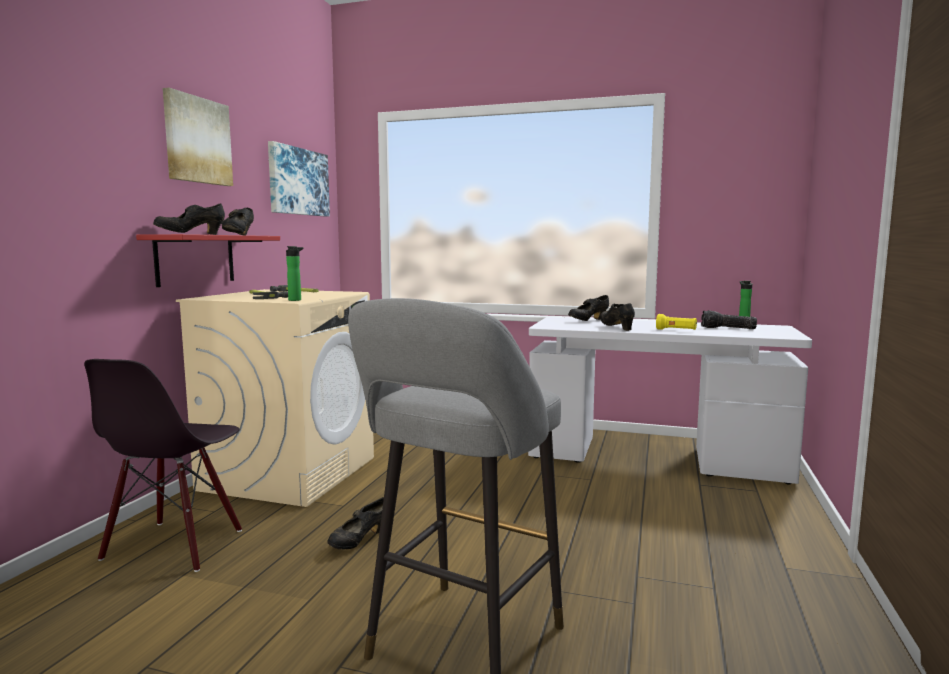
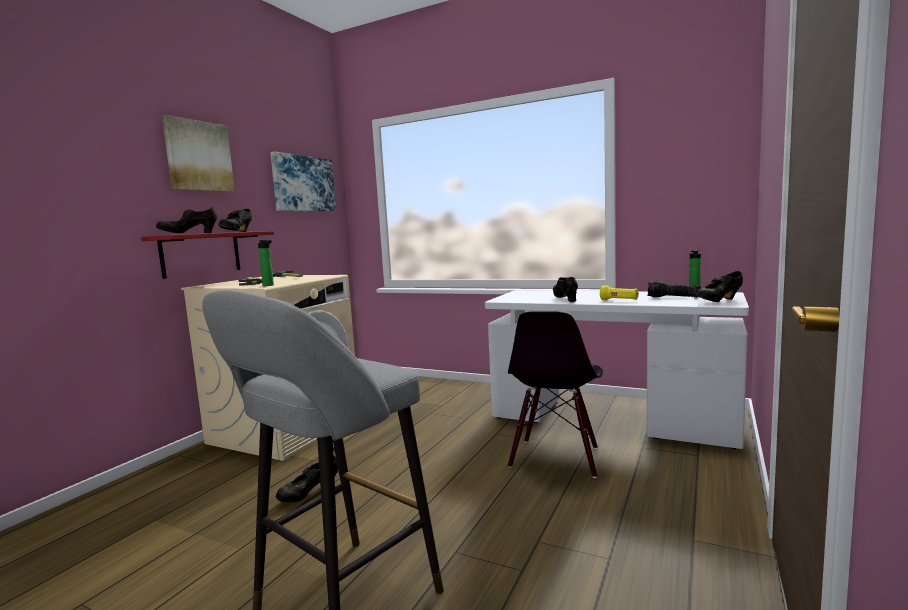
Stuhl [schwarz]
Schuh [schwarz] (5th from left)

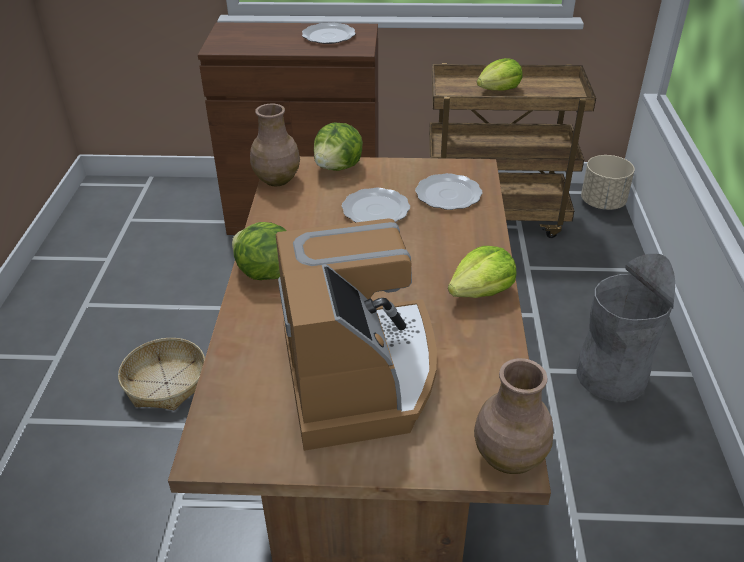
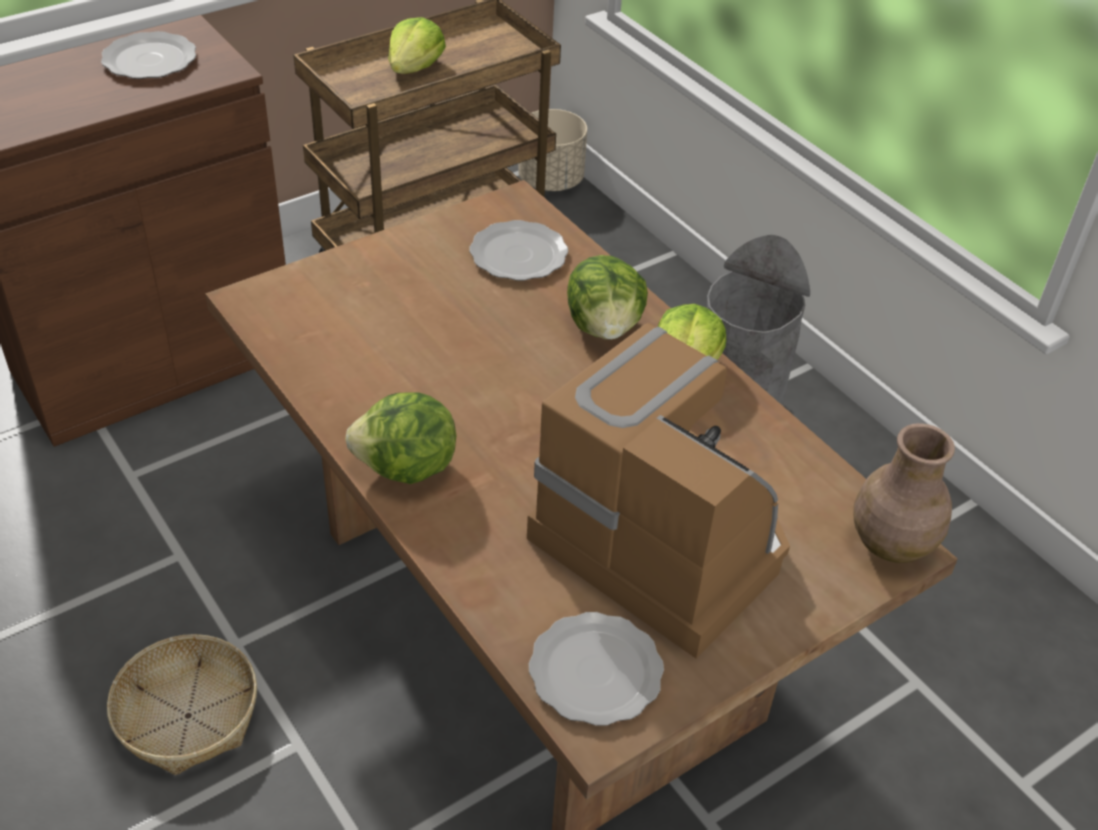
Teller (3rd from left)
Salatkopf (3rd from left)
Vase [braun] (1st from left in the first image)

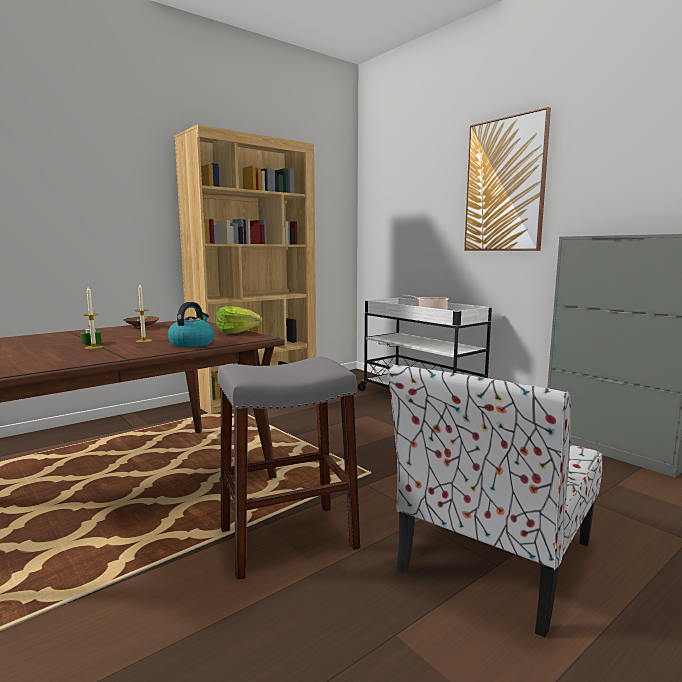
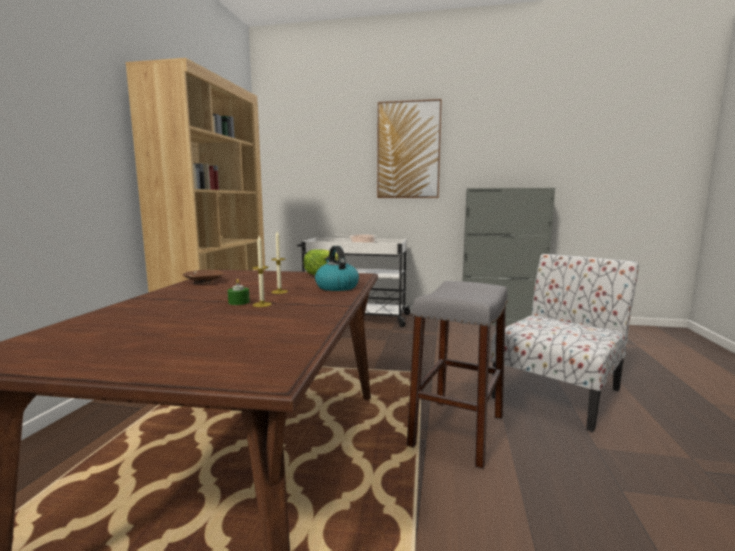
Stuhl

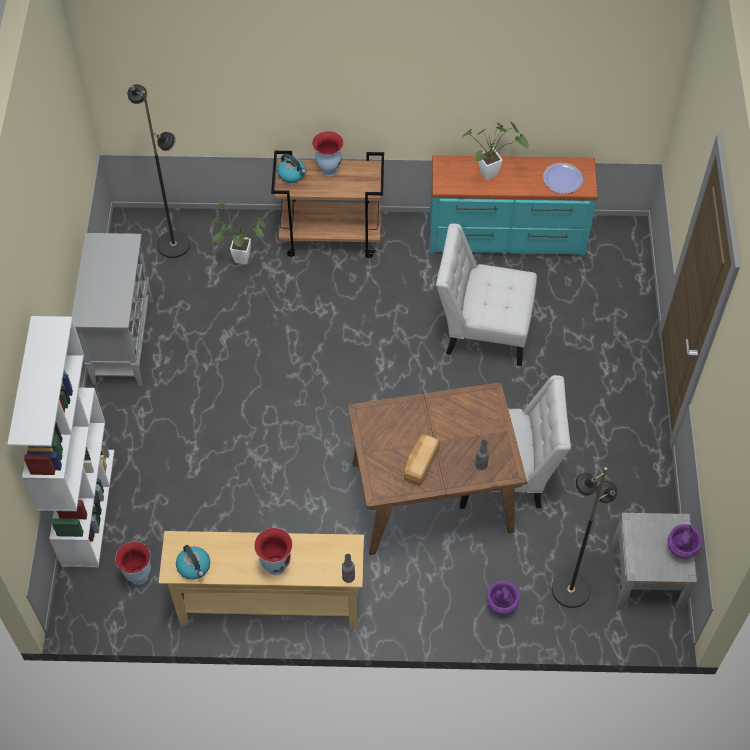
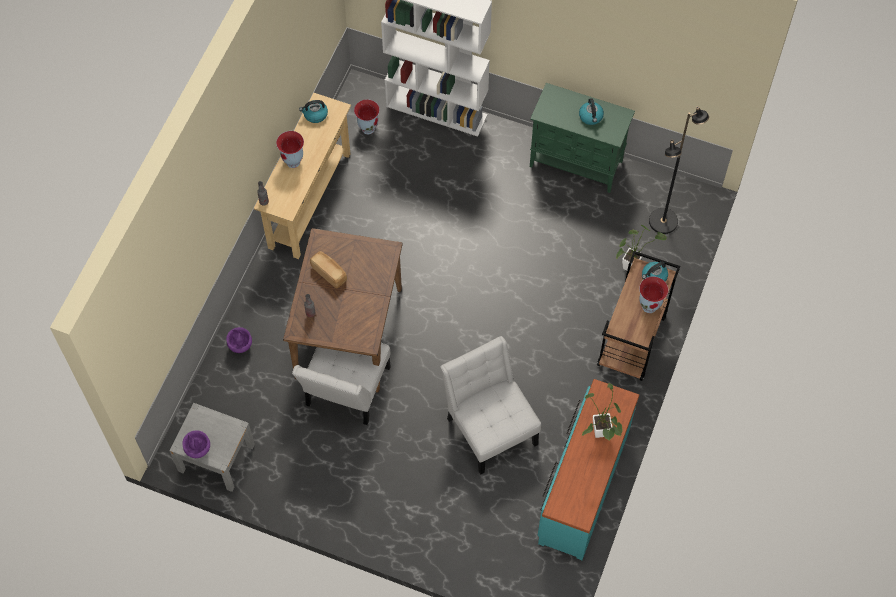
Stuhl [weiß] (2nd from left)
Schrank [grün]
Wasserkessel (2nd from left)
Teller
Stehlampe [schwarz] (2nd from left in the first image)

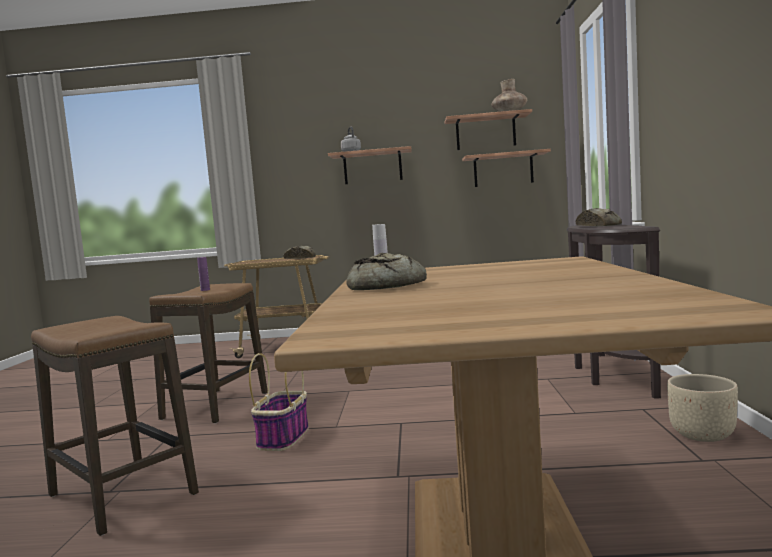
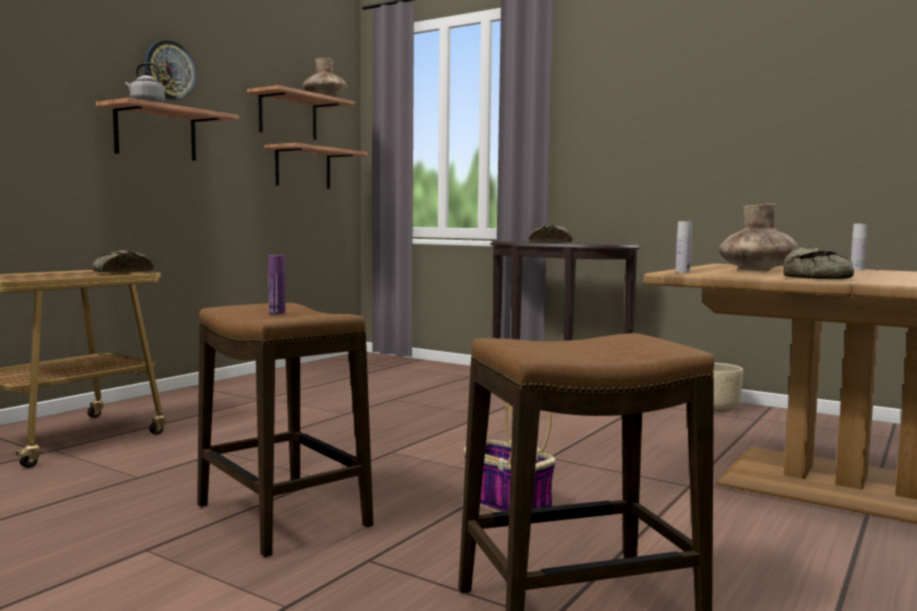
Wanduhr
Vase [braun] (2nd from left)
Flasche [weiß] (2nd from left)

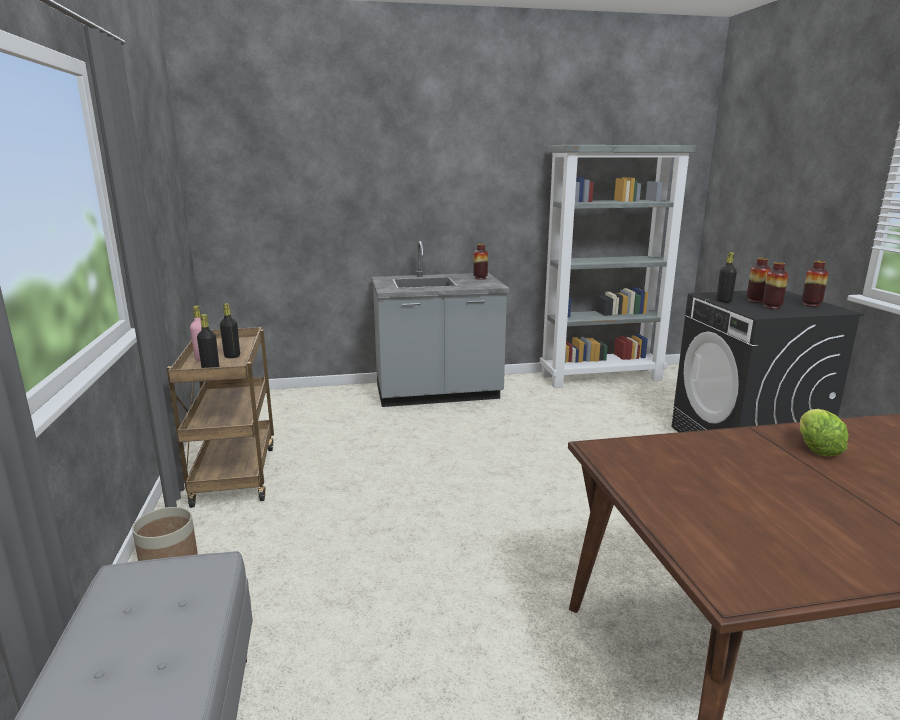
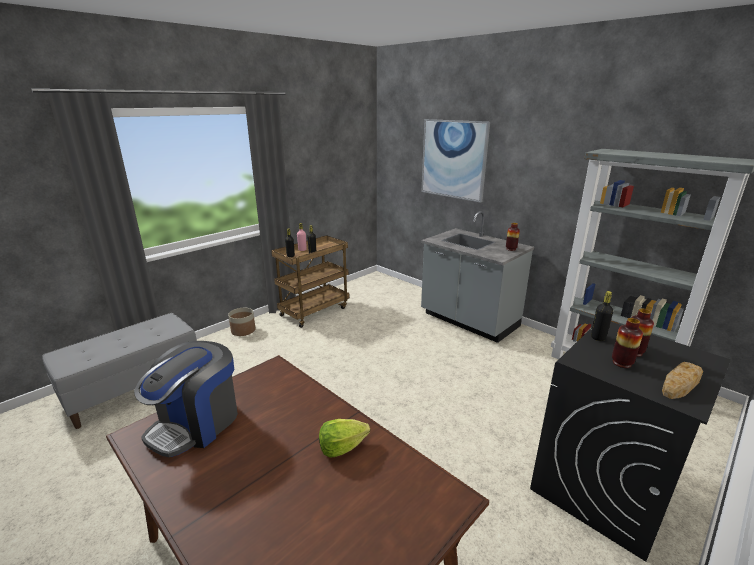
Kaffeemaschine
Bild
Brot

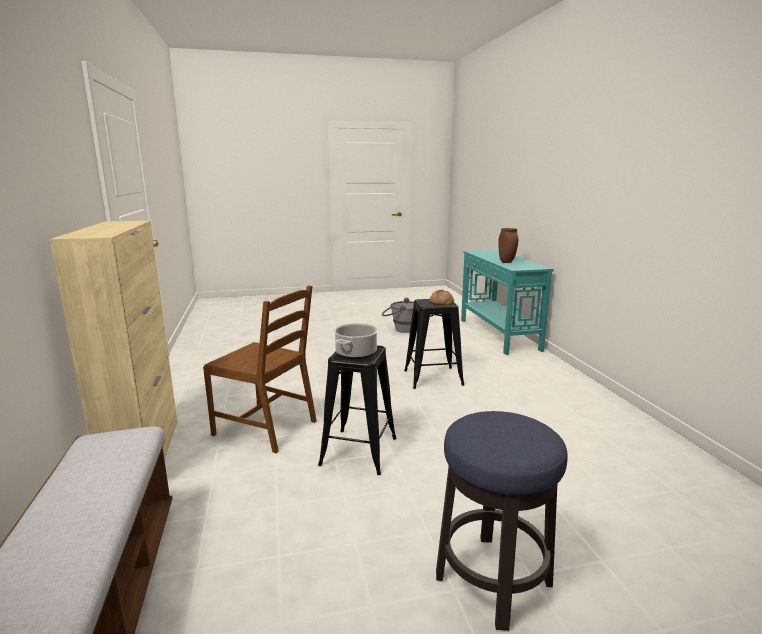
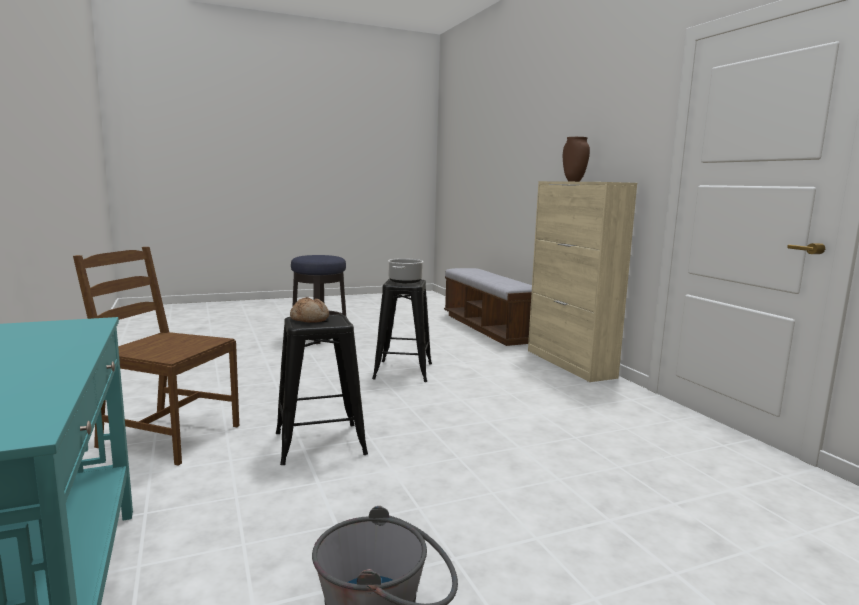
Stuhl [braun]
Vase [braun]

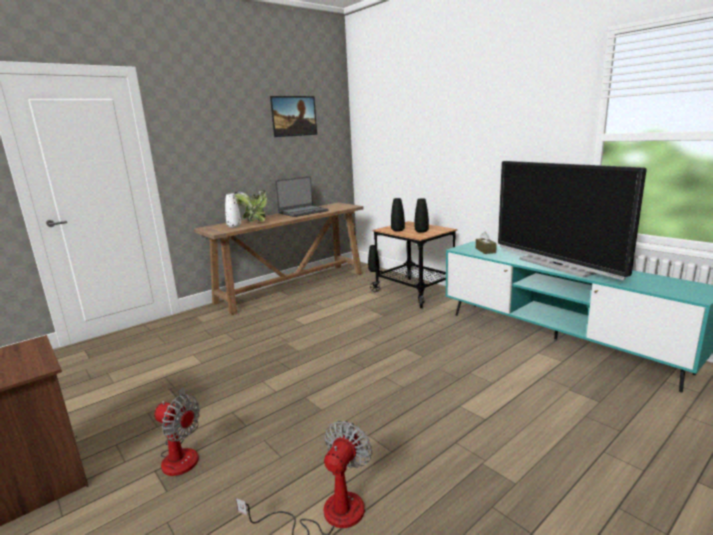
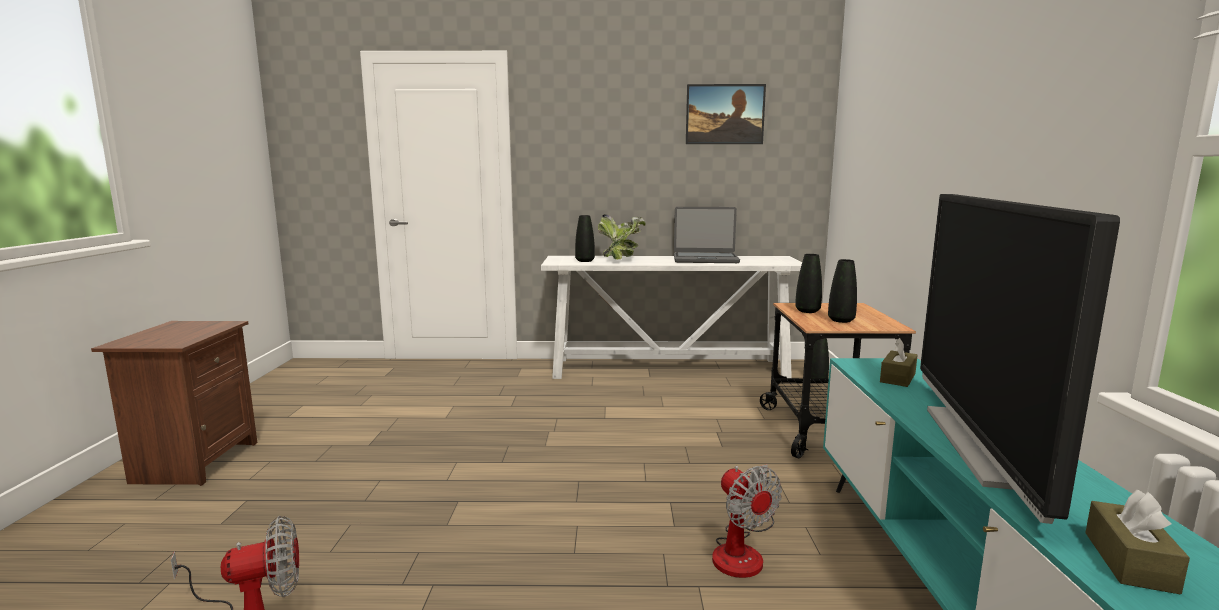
Konsolentisch [weiß]
Vase [schwarz] (1st from left)
Ventilator (2nd from left)
Taschentuchbox [braun] (2nd from left)

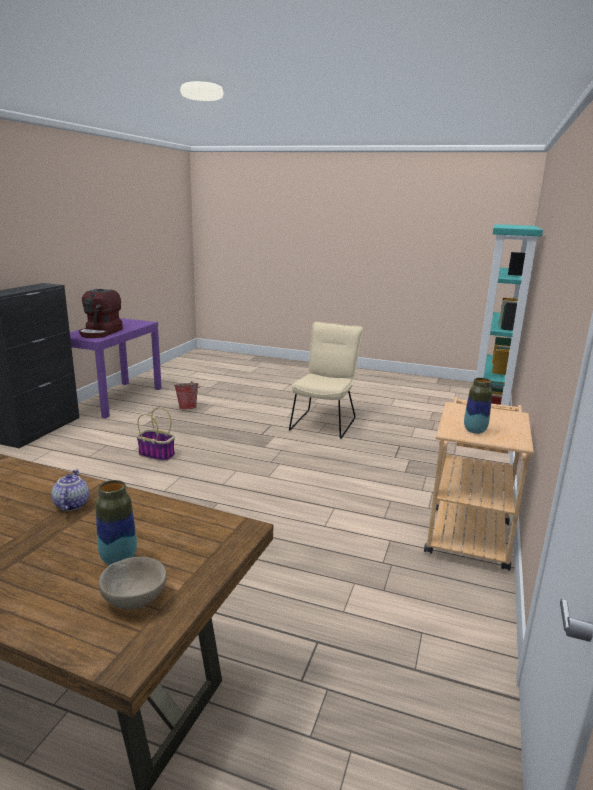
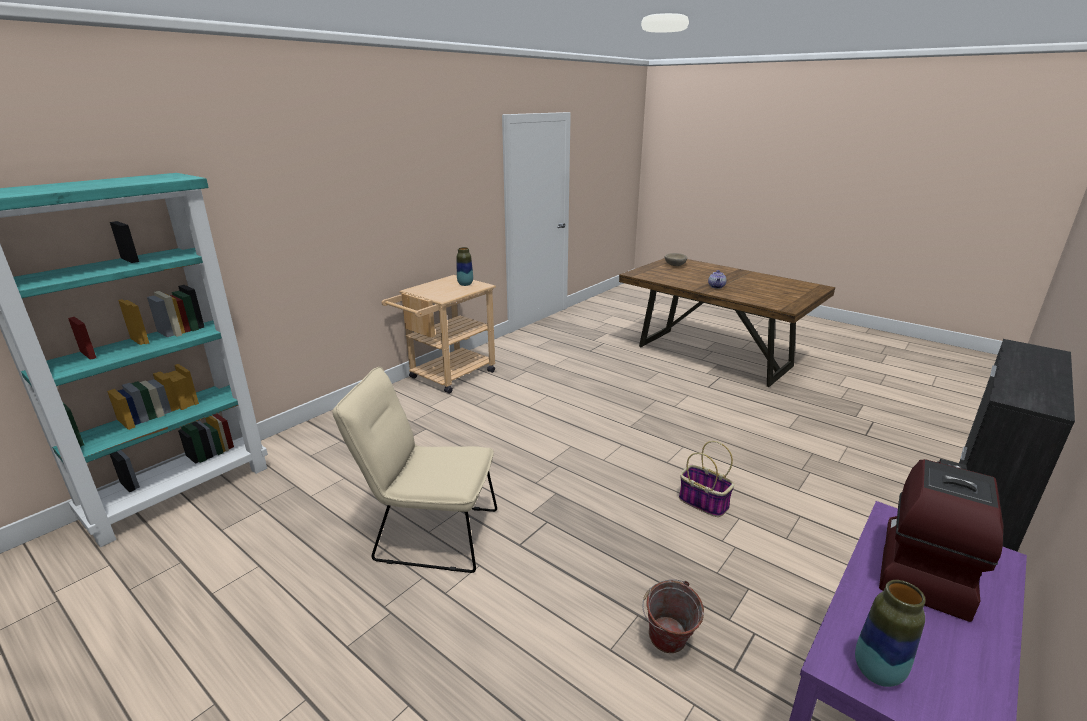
Stuhl [beige]
Vase (2nd from left)

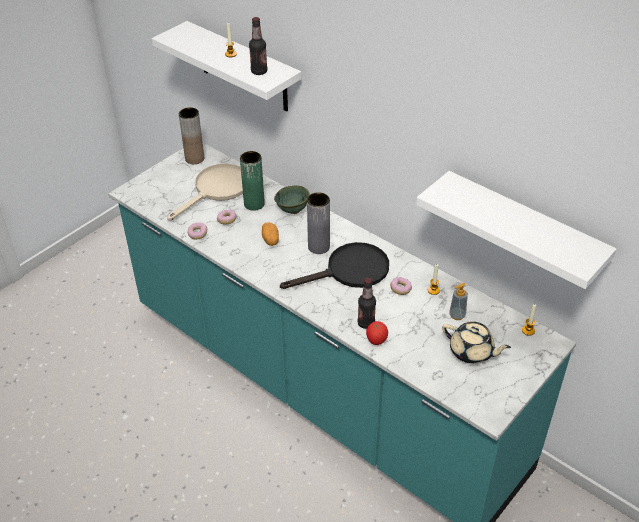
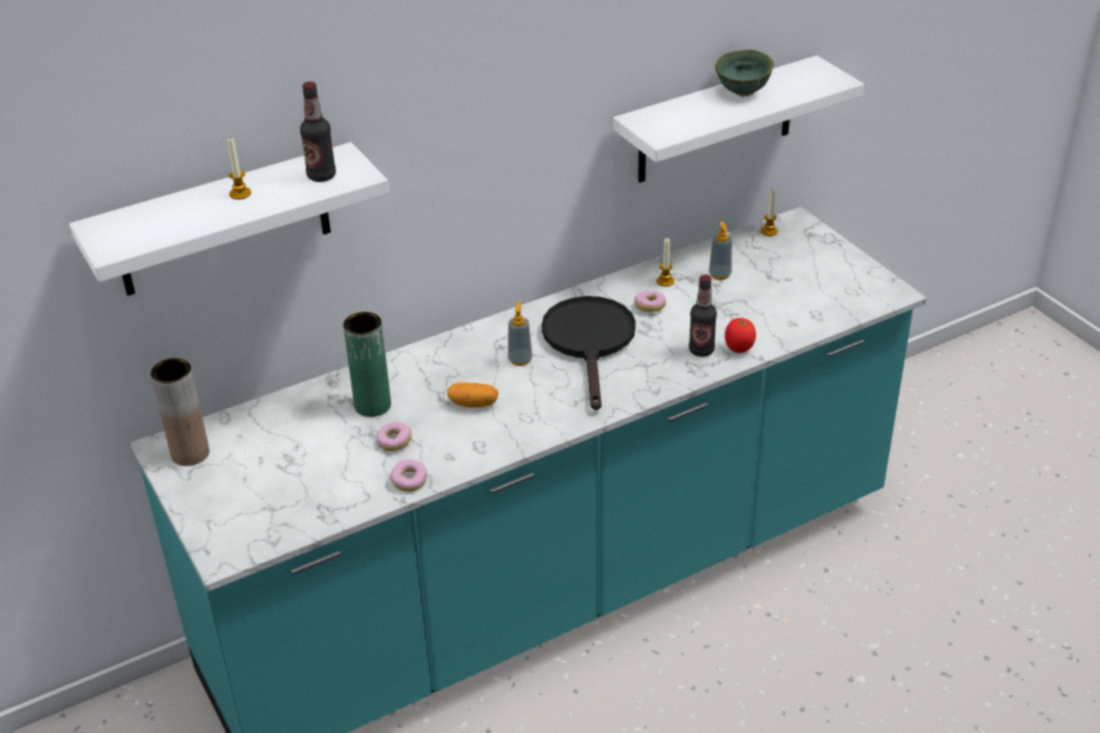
Seifenspender (1st from left)
Schüssel [grün]
Pfanne [beige]
Teekanne [beige]

